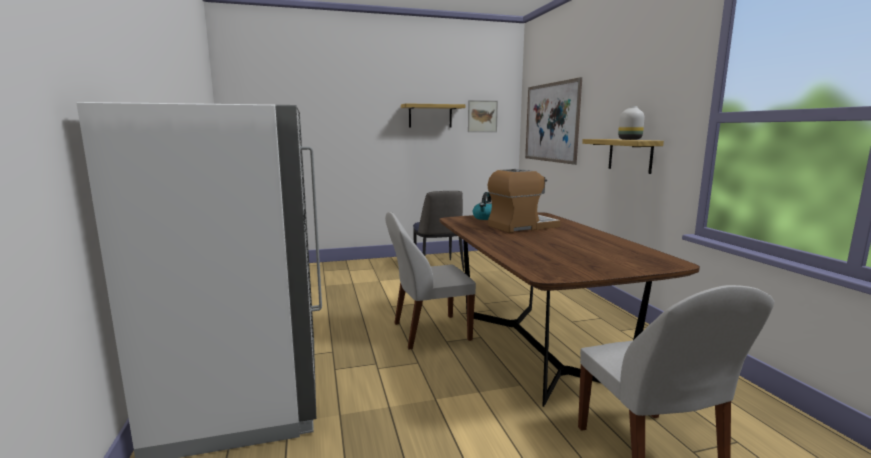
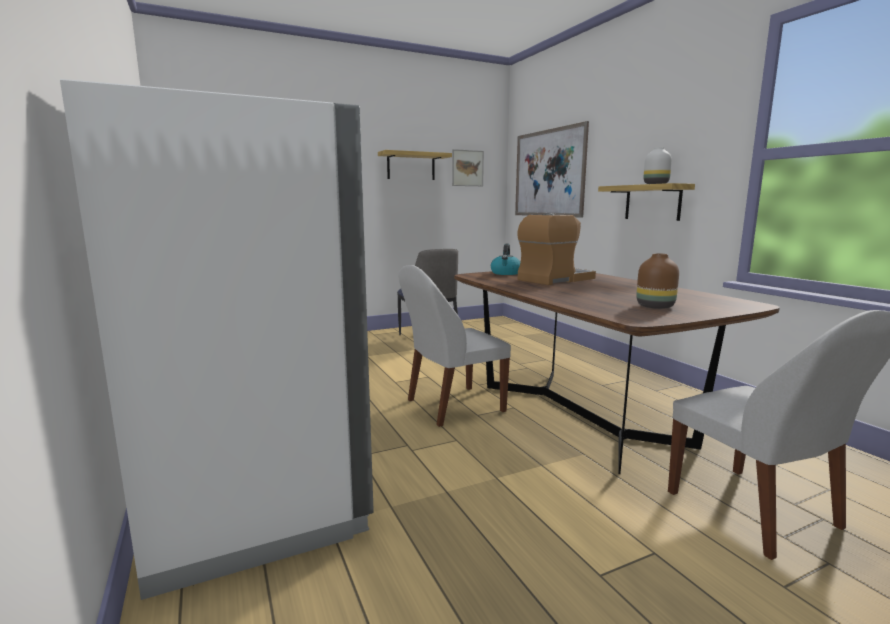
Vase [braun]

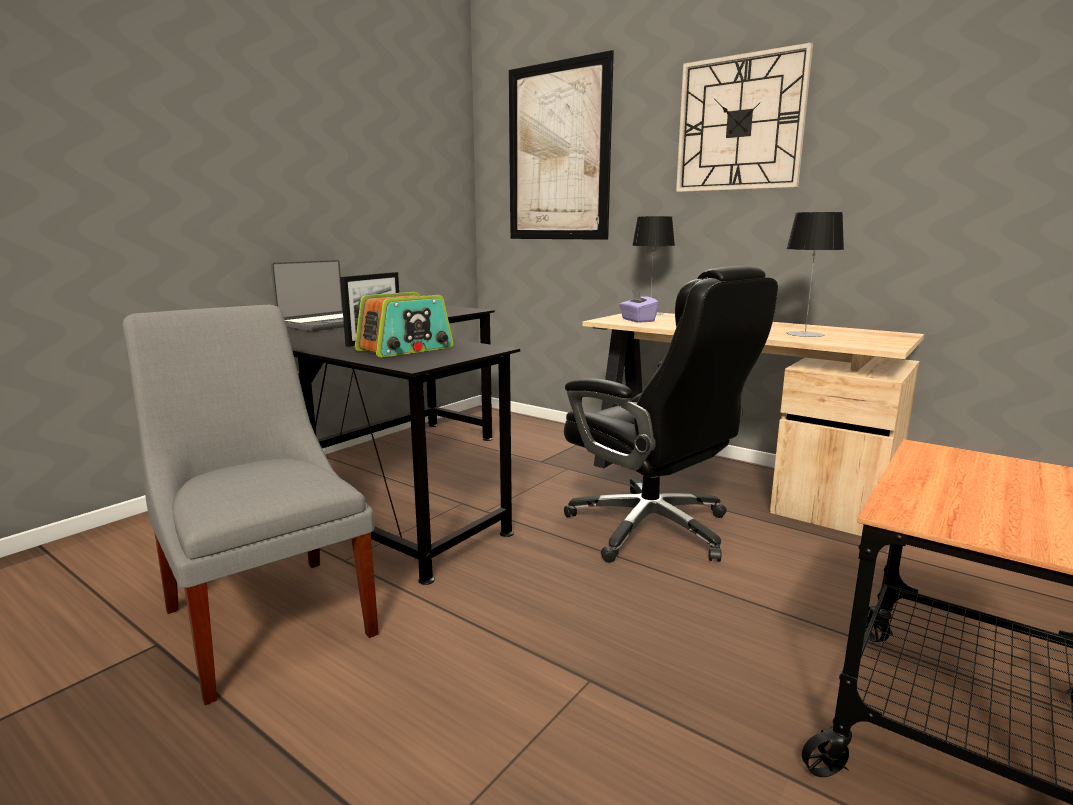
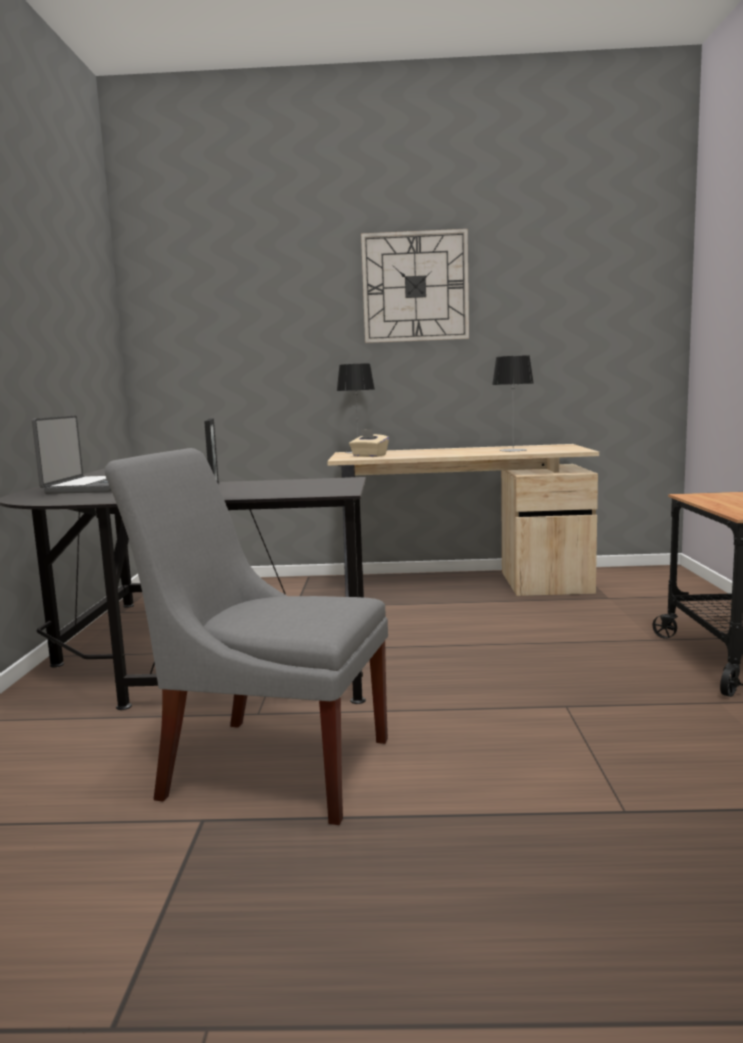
Taschentuchbox [beige]
Radio
Bild
Bürostuhl [schwarz]

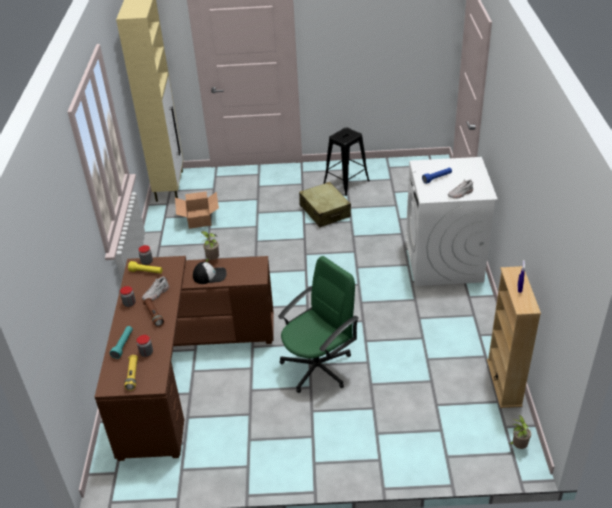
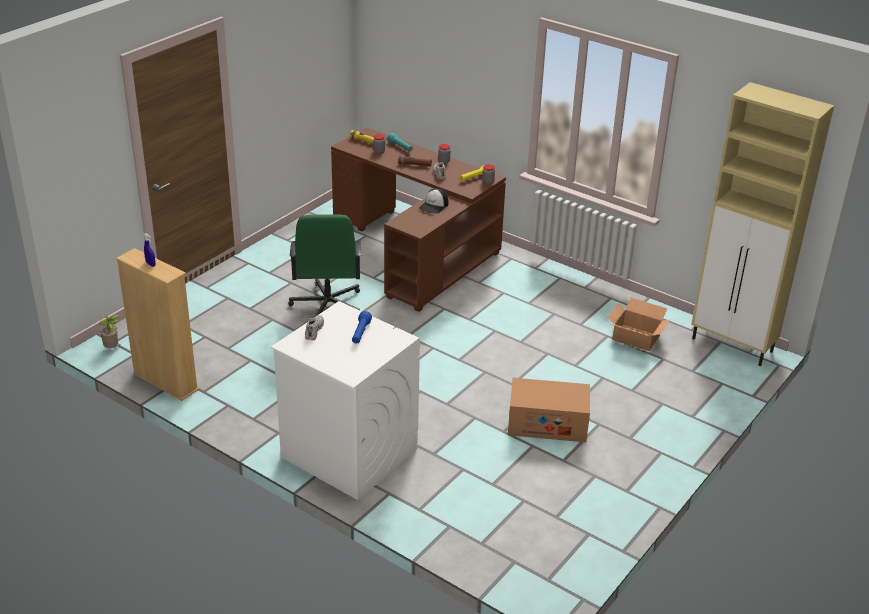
Karton (1st from left)
Topfpflanze (1st from left in the first image)
Hocker [schwarz]

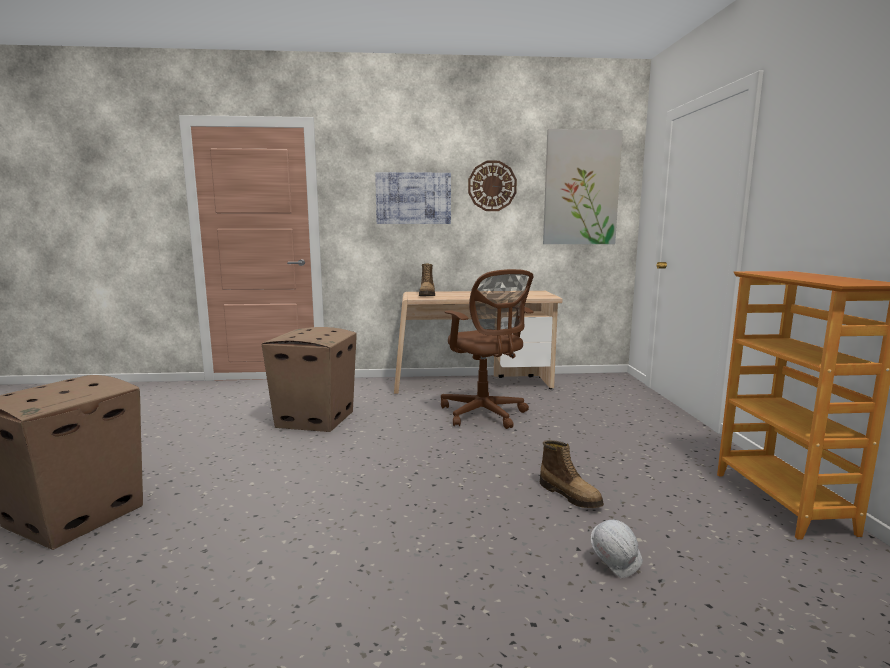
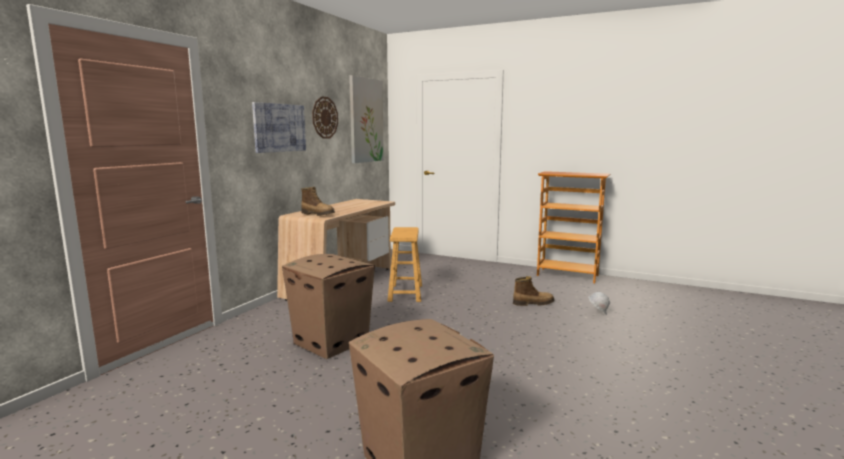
Hocker [braun]

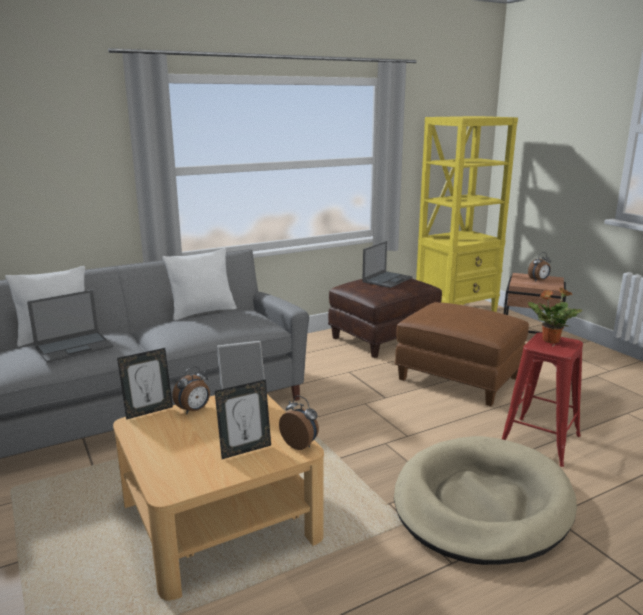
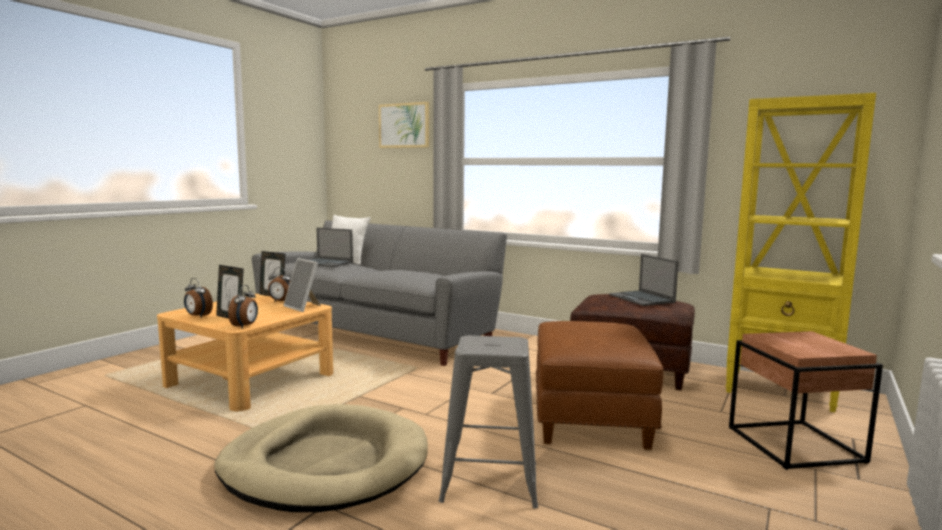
Wecker (1st from left)
Bild
Hocker [grau]
Laptop (2nd from left)
Kissen [weiß] (2nd from left in the first image)
Topfpflanze

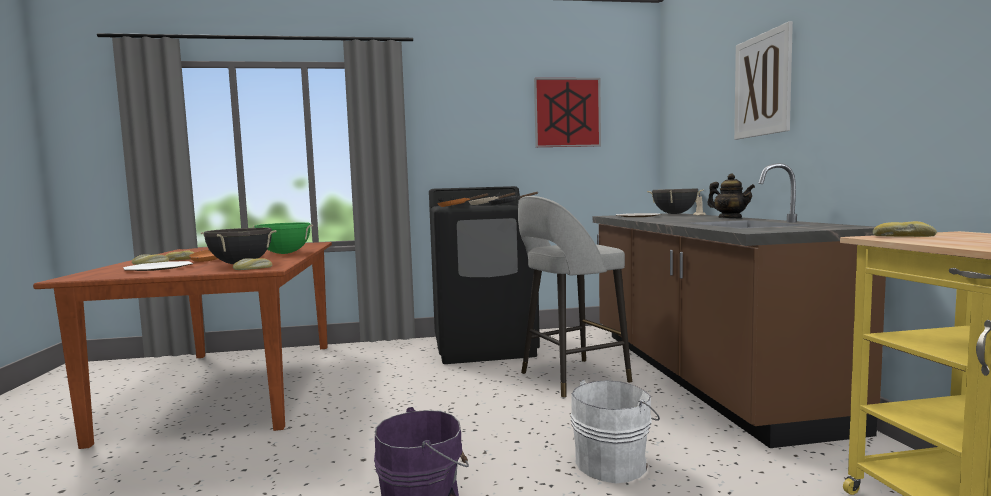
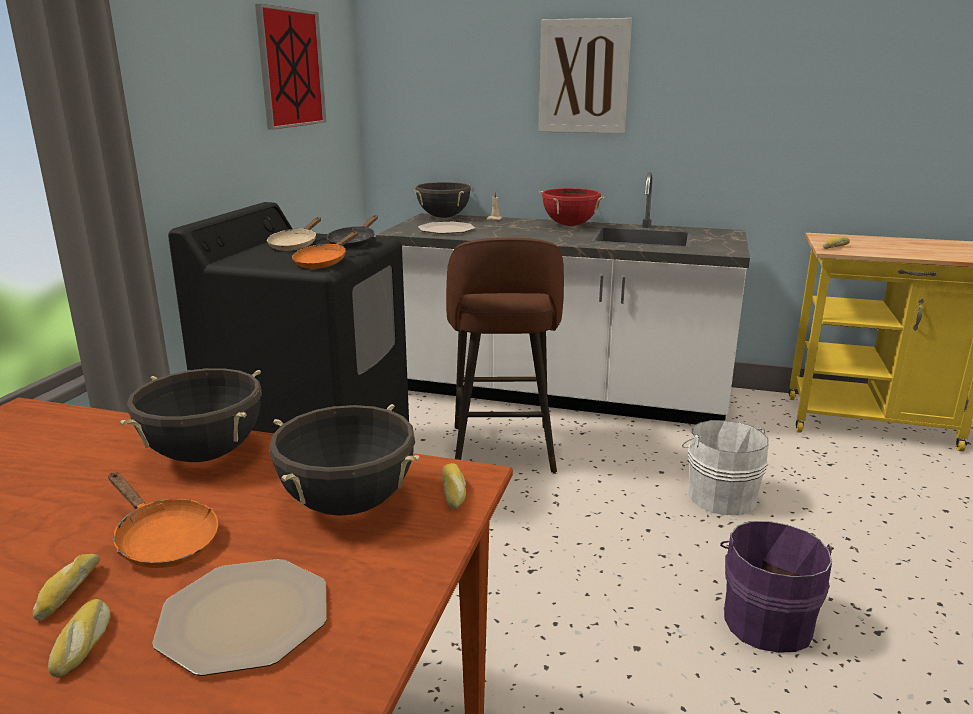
Kochtopf [schwarz] (1st from left)
Küchenzeile [weiß]
Hocker [braun]
Kochtopf [rot]

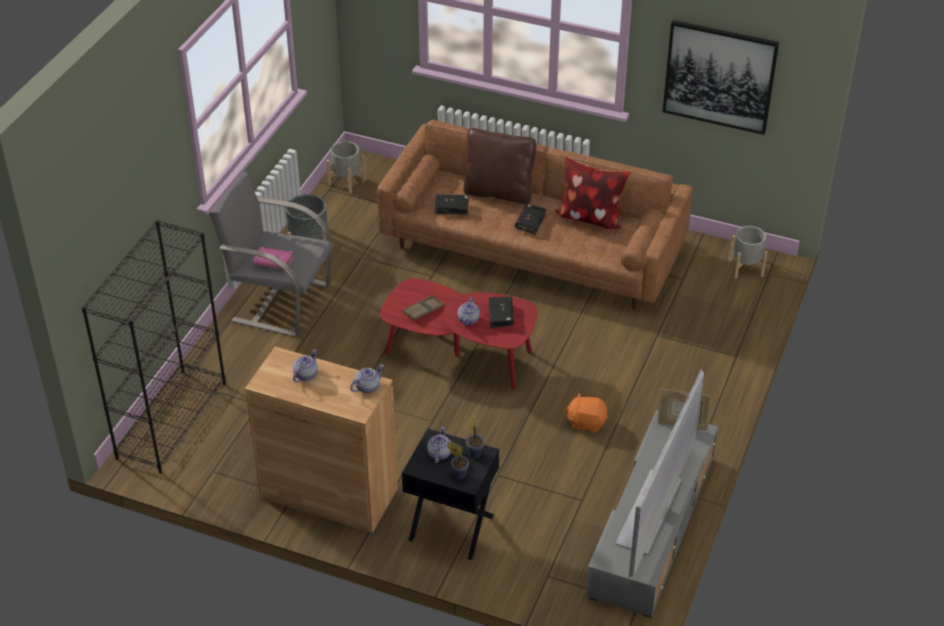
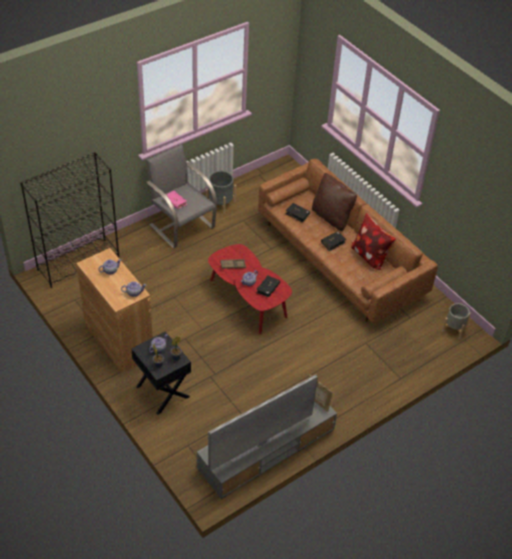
Pflanzkübel [grau] (2nd from left in the first image)
Plüschtier [orange]
Bild

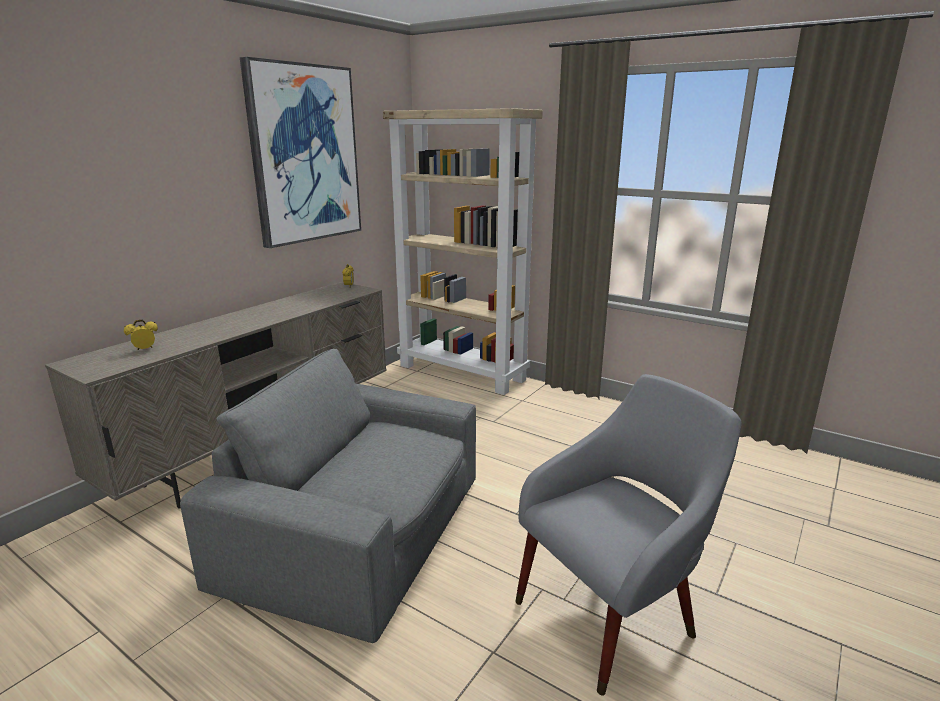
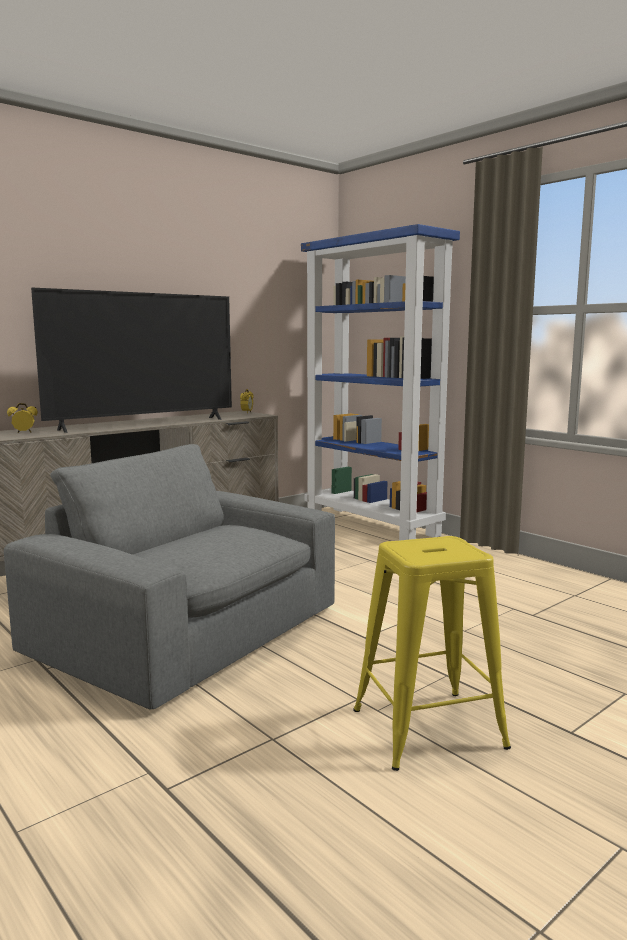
Fernseher
Bücherregal [blau]
Hocker [gelb]
Bild

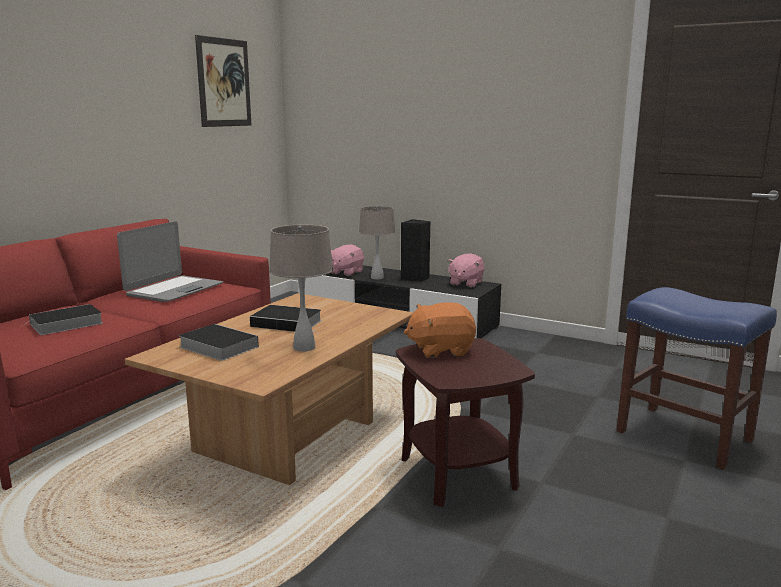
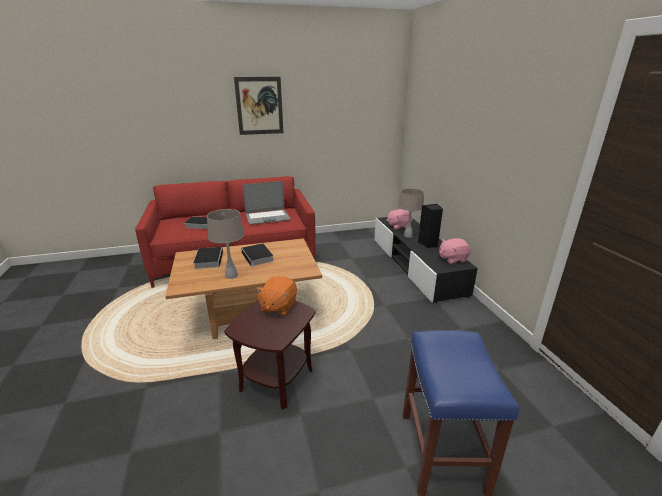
Bild
Plüschtier [orange]

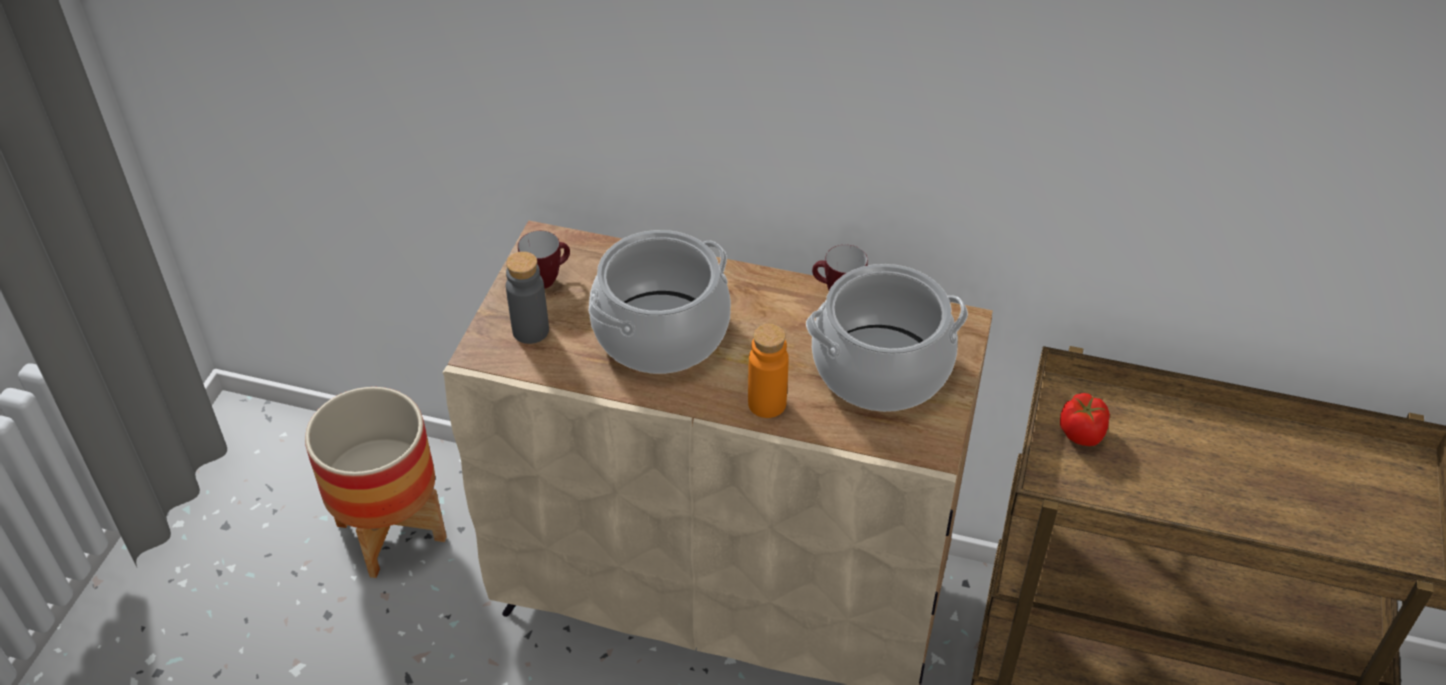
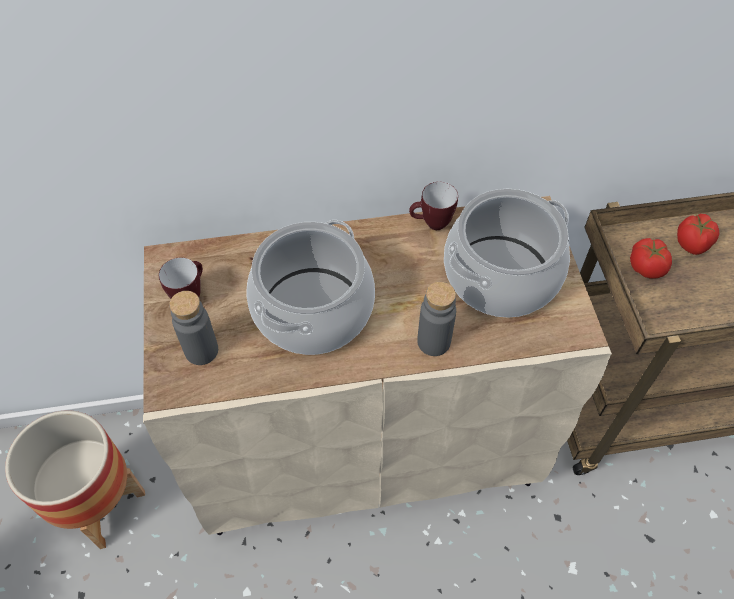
Flasche [grau] (2nd from left)
Tomate (2nd from left)

